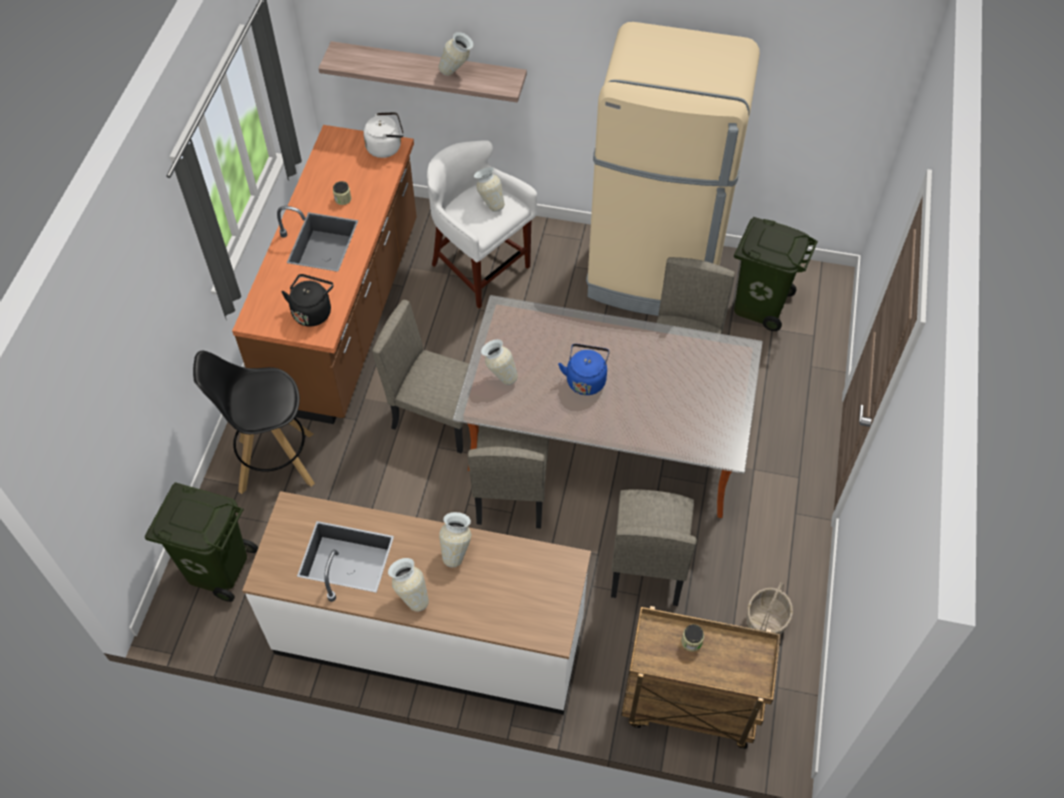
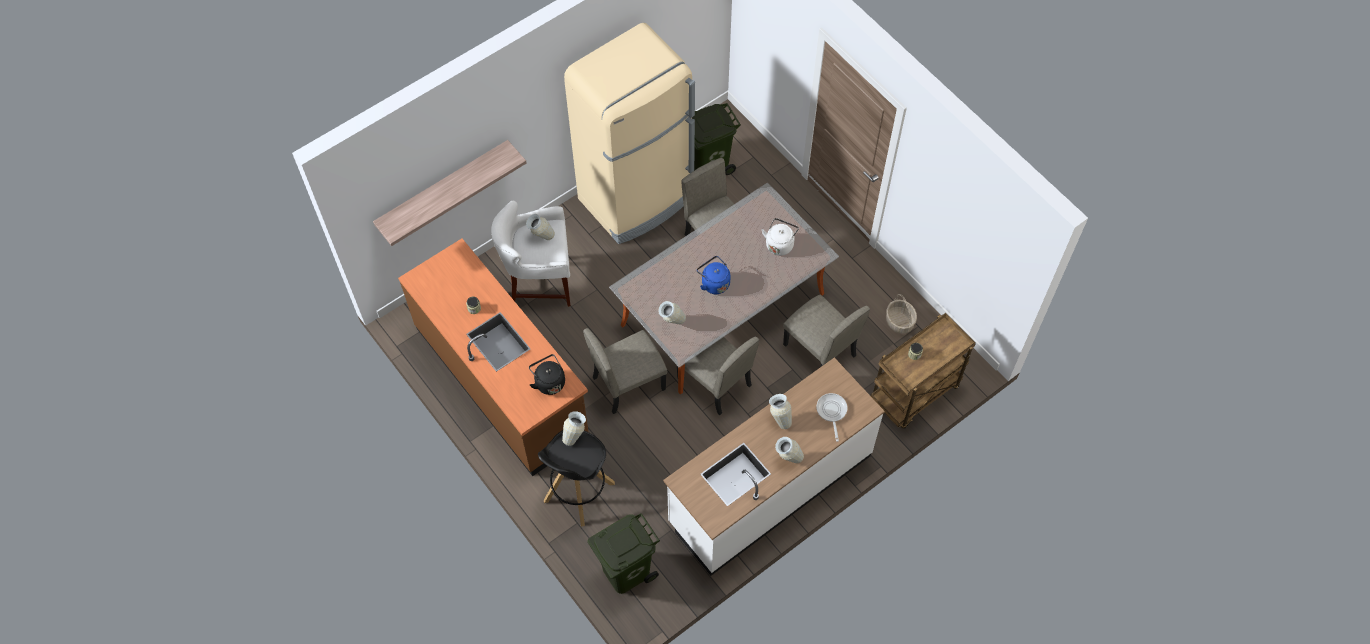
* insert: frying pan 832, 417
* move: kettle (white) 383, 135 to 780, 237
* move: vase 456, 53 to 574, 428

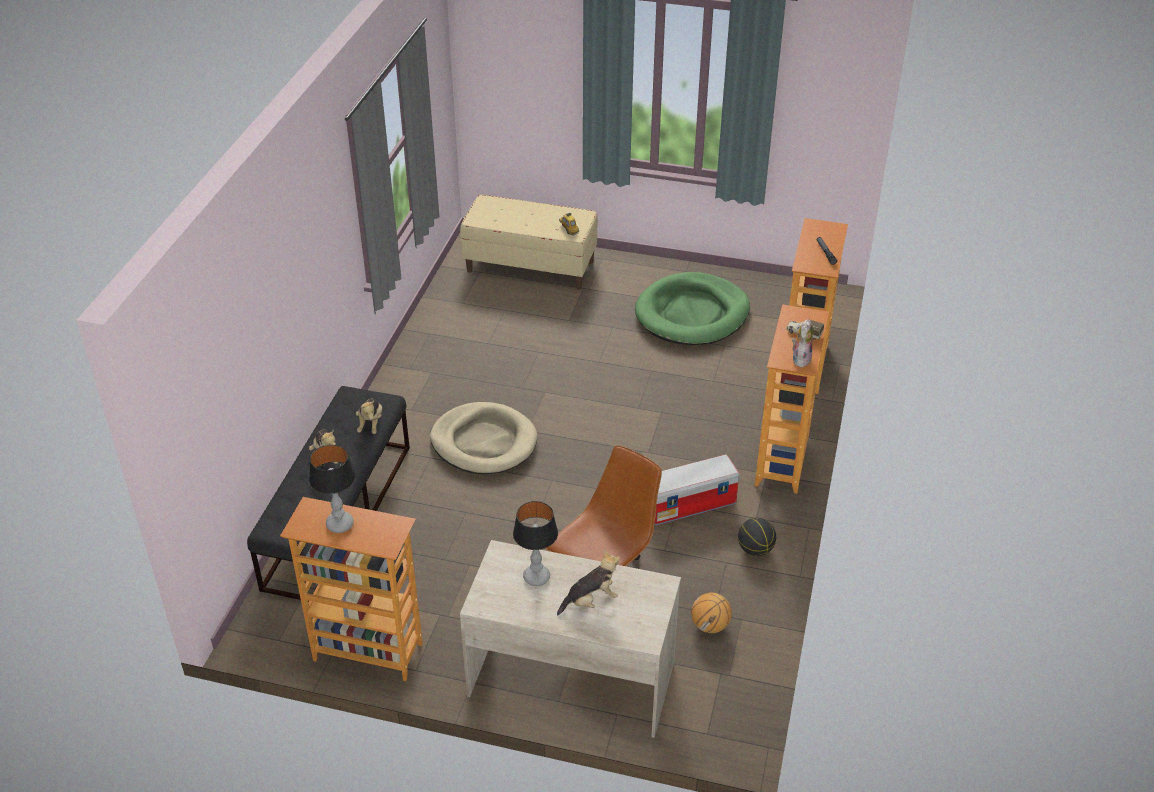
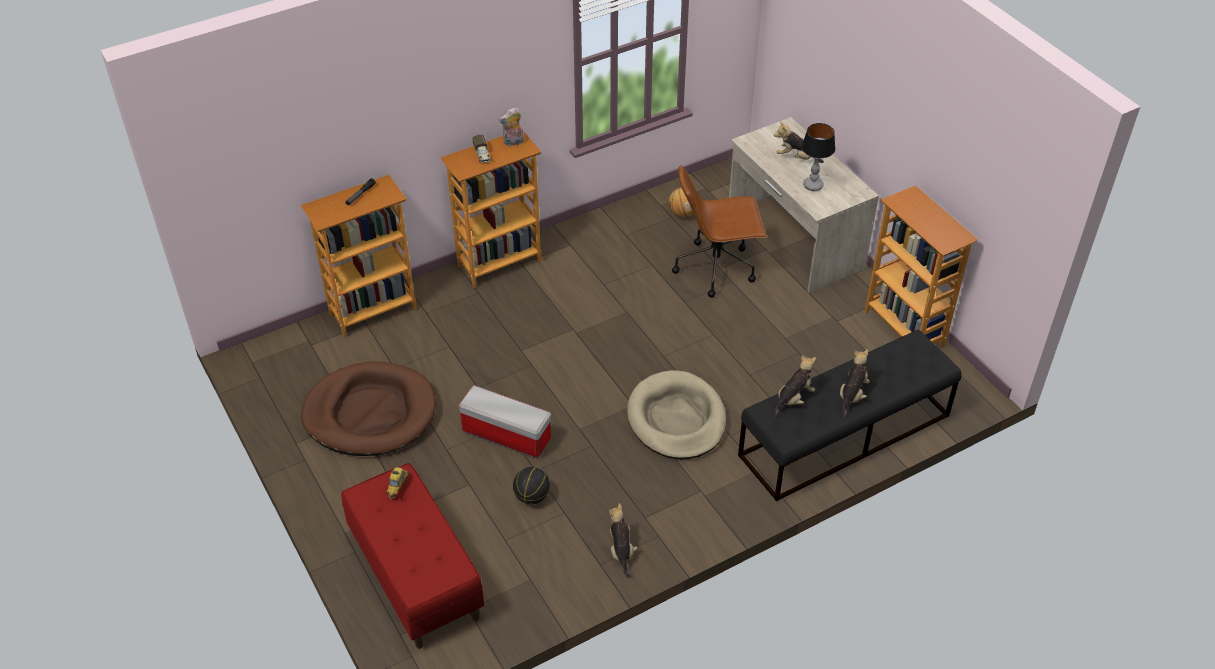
* delete: table lamp 332, 489
* insert: plush toy 623, 540
* move: storage box 697, 490 to 505, 422
* move: basketball 757, 537 to 531, 485
* recolor: bench (beige) 529, 242 to bench (red) 412, 556
* recolor: dog bed (green) 692, 308 to dog bed (brown) 368, 408

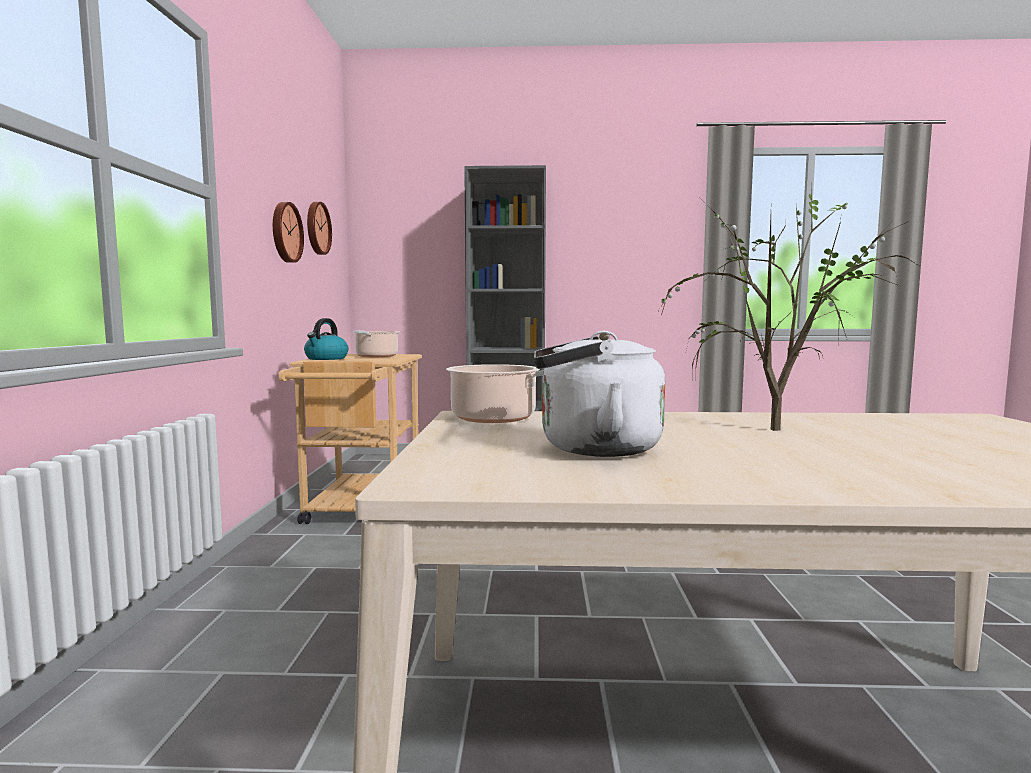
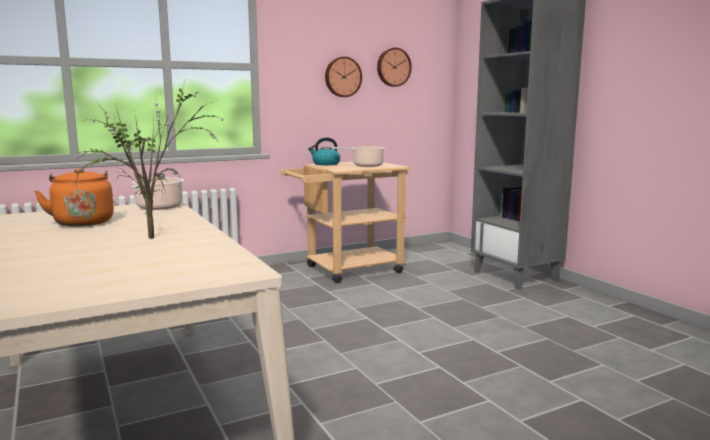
* recolor: kettle (white) 599, 394 to kettle (orange) 74, 197

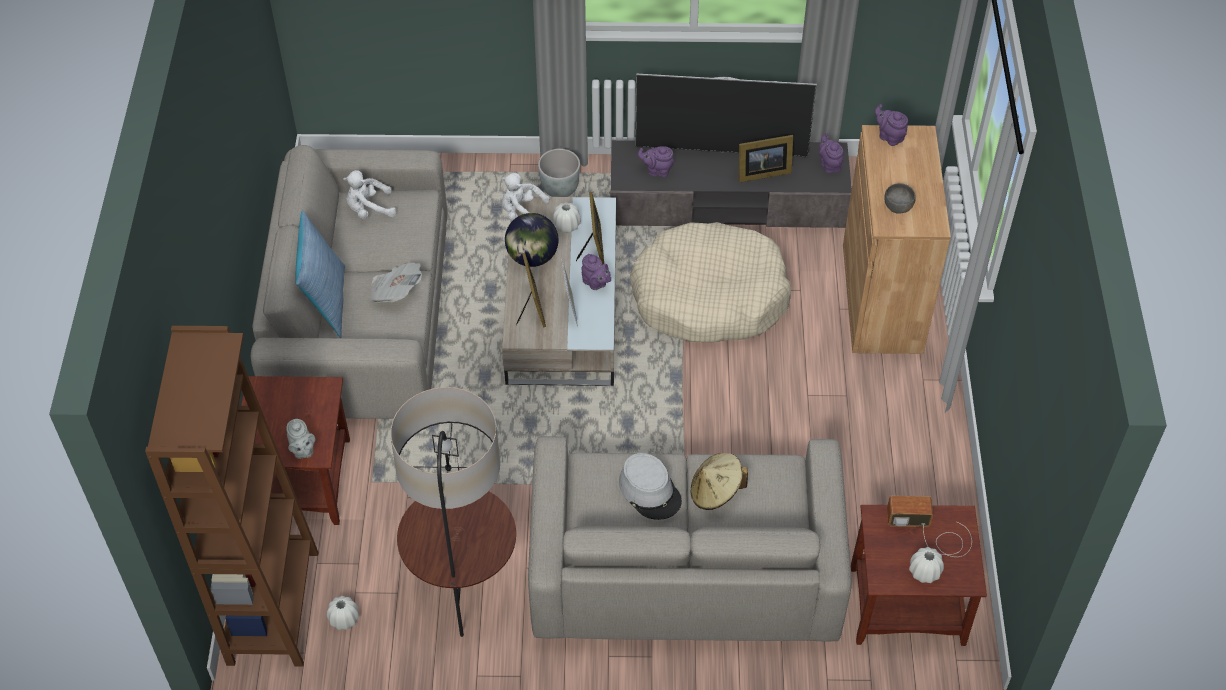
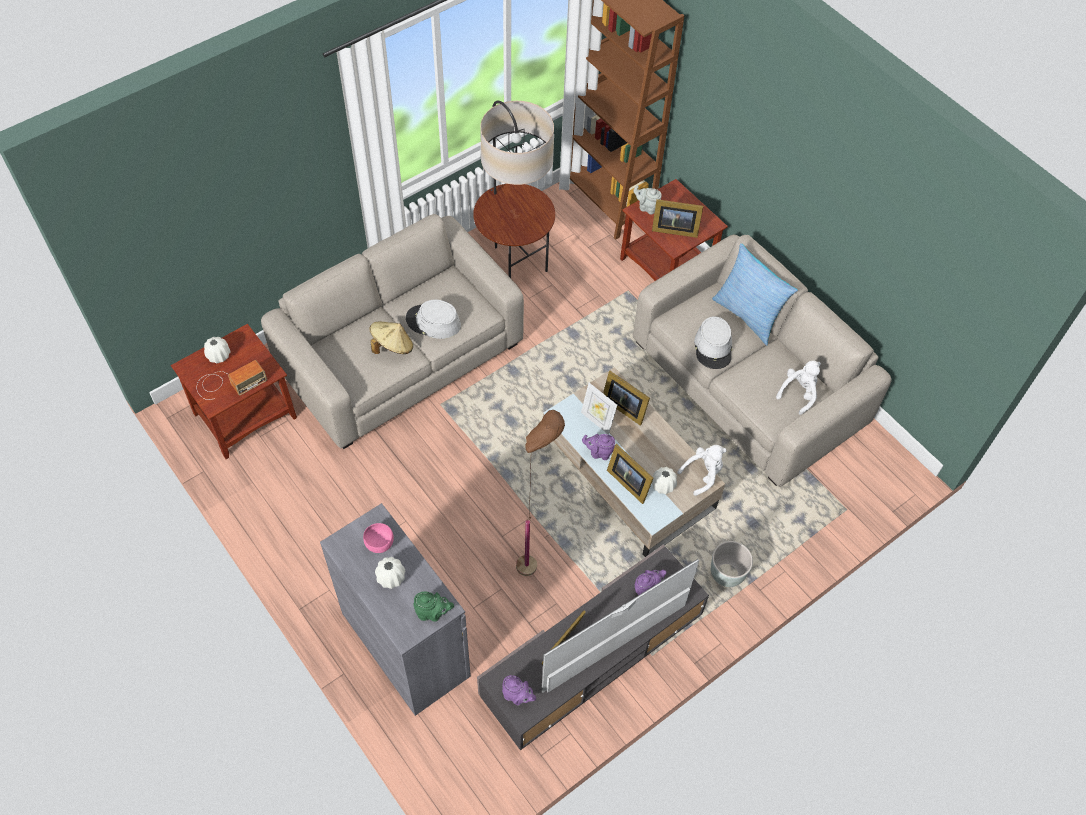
* delete: globe 532, 240
* insert: picture frame 677, 218
* move: vase (white) 343, 613 to 390, 573
* replace: newspaper 395, 282 to hat (grey) 713, 342
* replace: dog bed (beige) 710, 282 to floor lamp (brown) 540, 493
* recolor: cabinet (brown) 897, 239 to cabinet (grey) 395, 609
* recolor: teapot (purple) 891, 125 to teapot (green) 434, 607
* recolor: bowl (grey) 900, 198 to bowl (pink) 378, 538

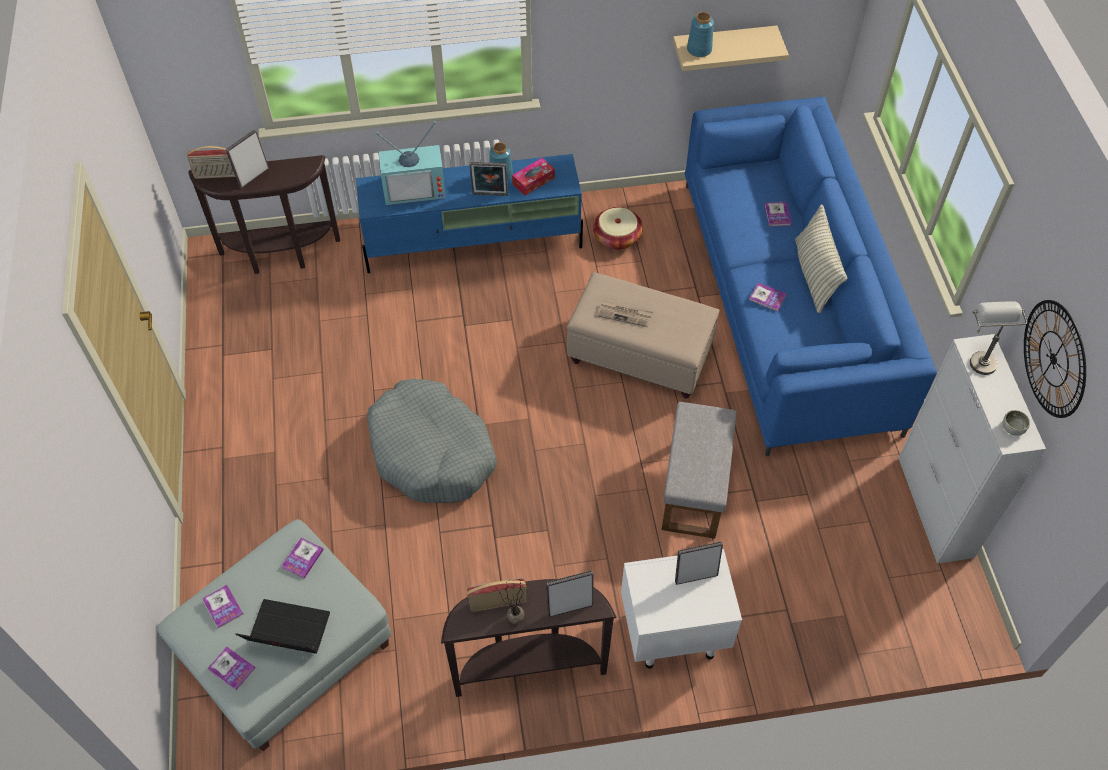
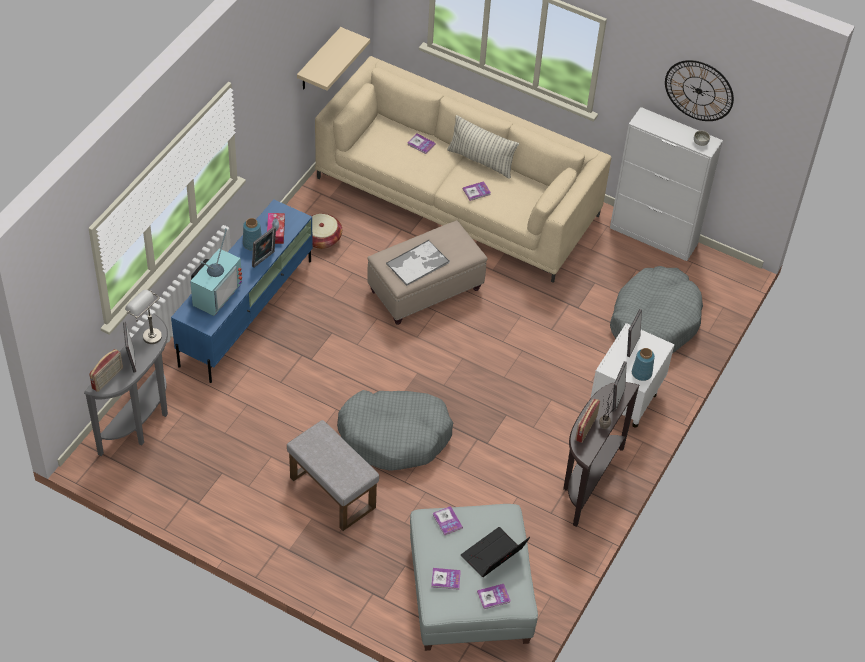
* insert: dog bed (grey) 656, 309
* move: ottoman (grey) 699, 470 to 333, 475
* move: vase (blue) 700, 34 to 643, 364
* move: table lamp (grey) 998, 338 to 143, 317
* replace: newspaper 624, 314 to tray 418, 263
* recolor: console table (brown) 264, 214 to console table (grey) 126, 385
* recolor: sofa (blue) 811, 276 to sofa (beige) 463, 169

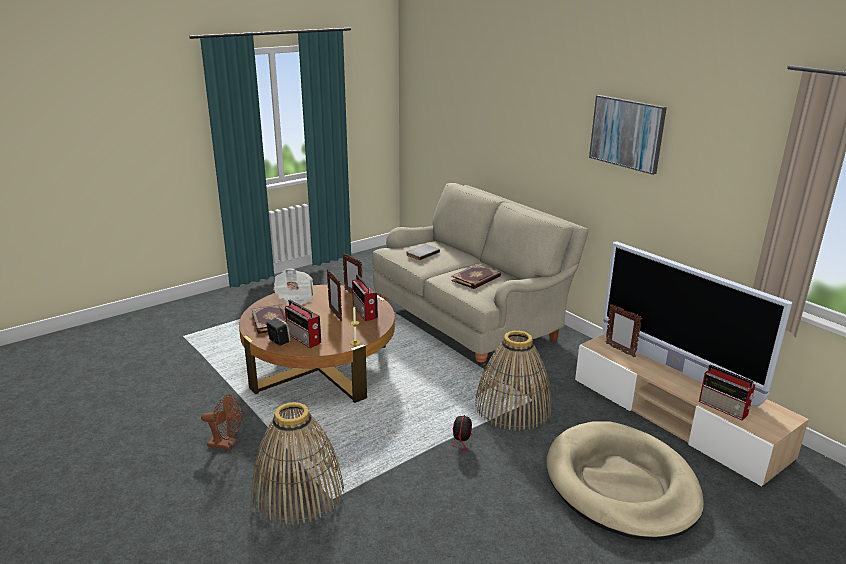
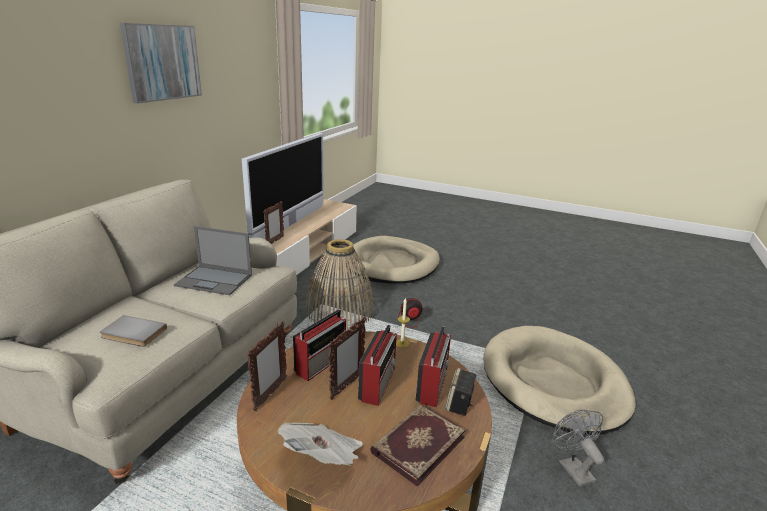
* move: radio 727, 392 to 377, 365
* replace: basket 298, 463 to dog bed (beige) 559, 380
* replace: book 476, 276 to laptop 213, 260
* recolor: fan (brown) 222, 422 to fan (grey) 578, 448

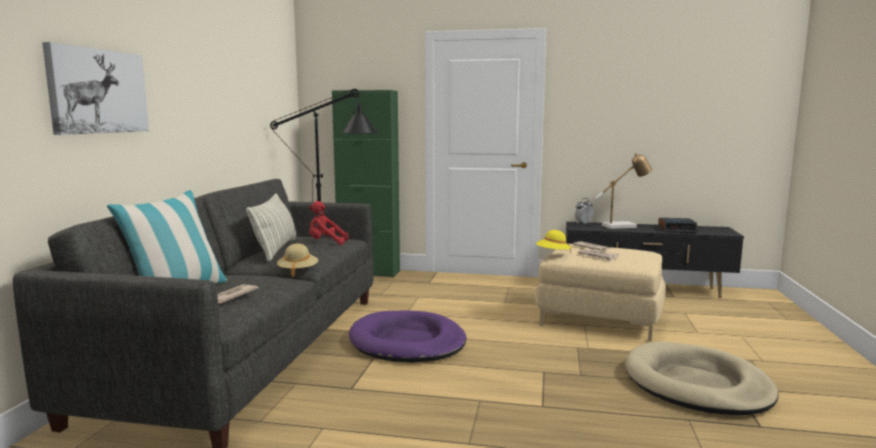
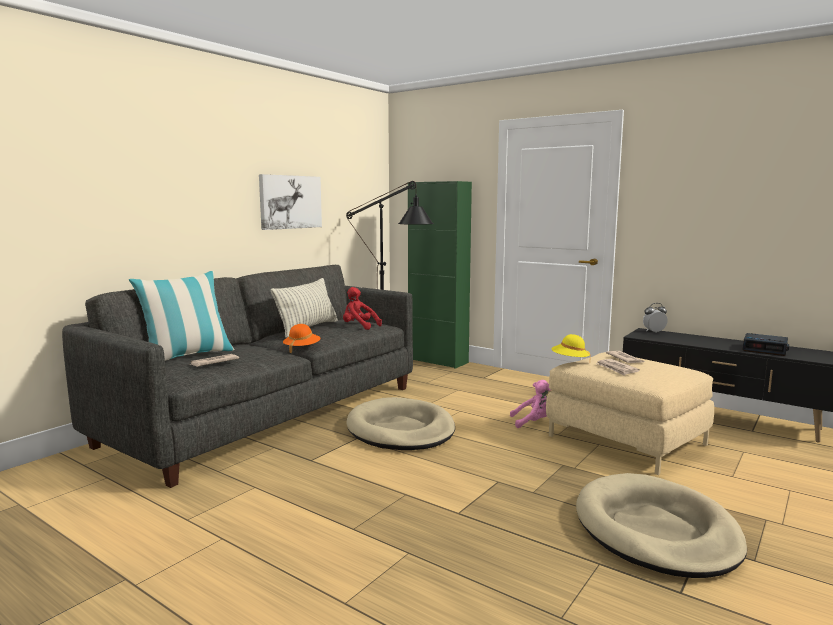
* delete: table lamp 623, 191
* insert: plush toy (pink) 530, 404
* move: picture 95, 88 to 290, 202
* recolor: hat (beige) 297, 260 to hat (orange) 302, 338
* recolor: dog bed (purple) 408, 336 to dog bed (beige) 400, 423

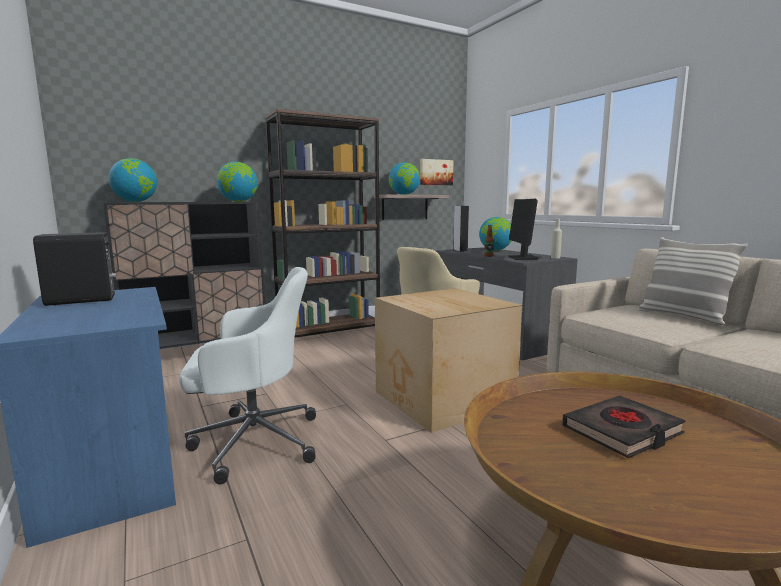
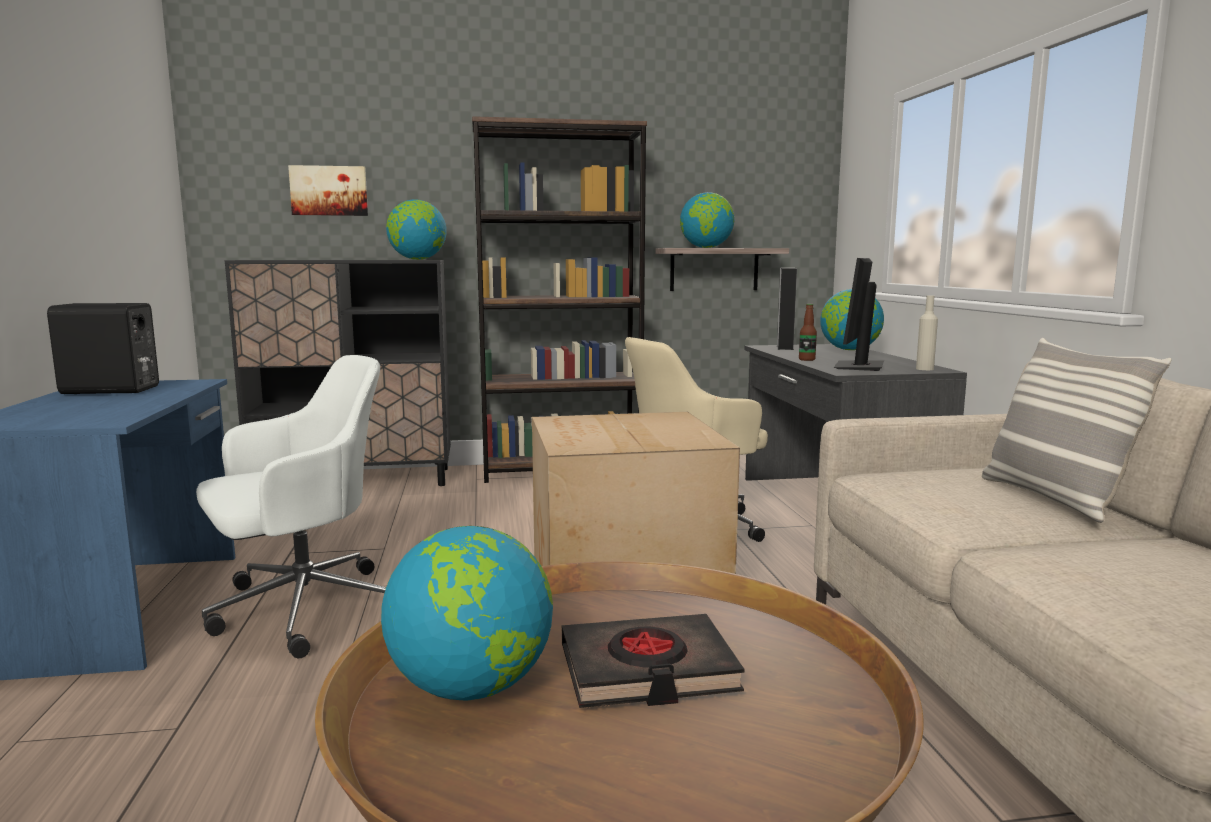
* move: globe 133, 180 to 467, 613
* move: picture 436, 172 to 328, 190
* rotate: office chair (white) 247, 376 = 291, 507 45 degrees counterclockwise

